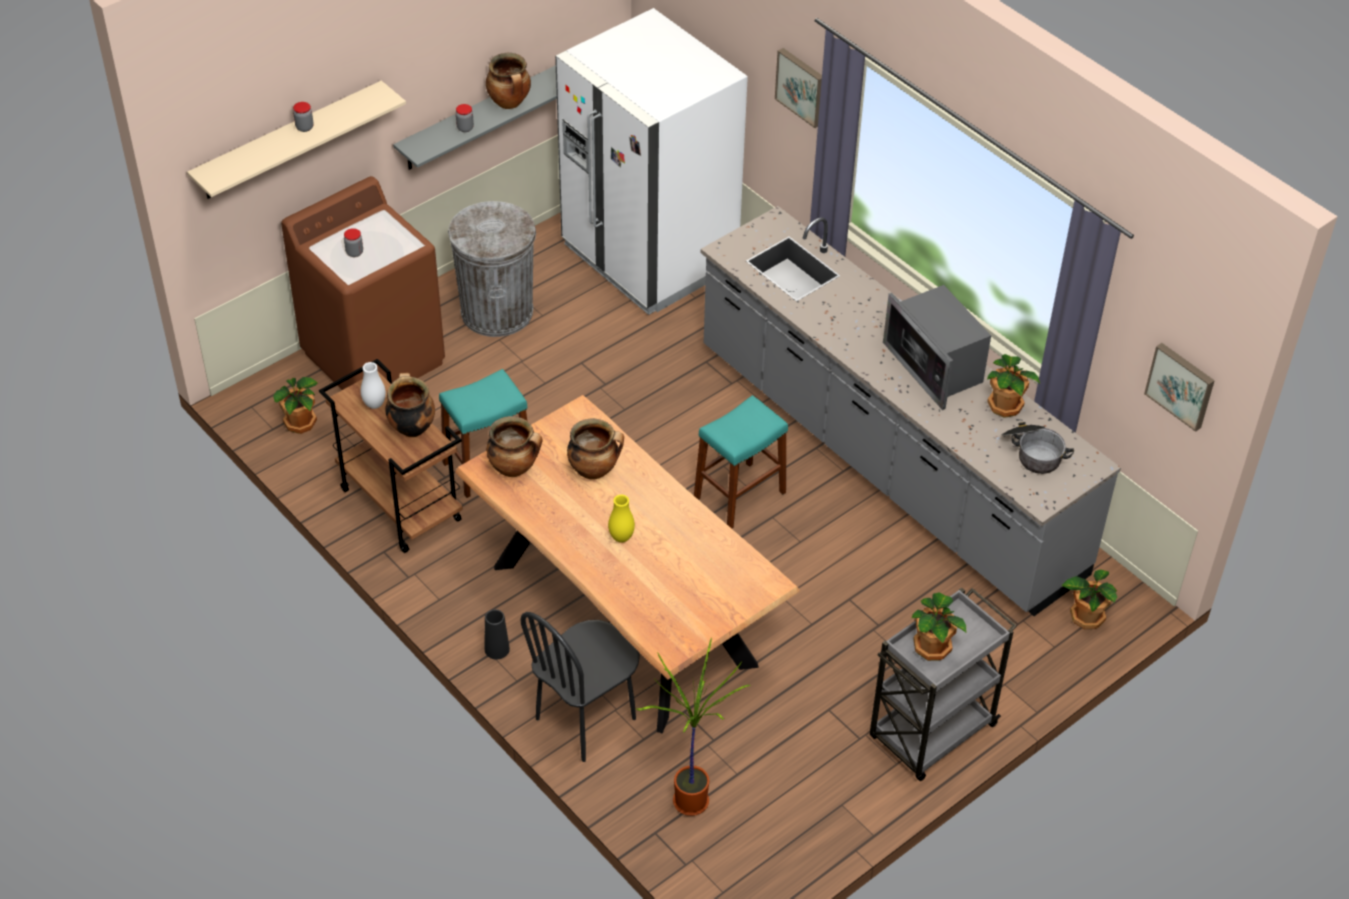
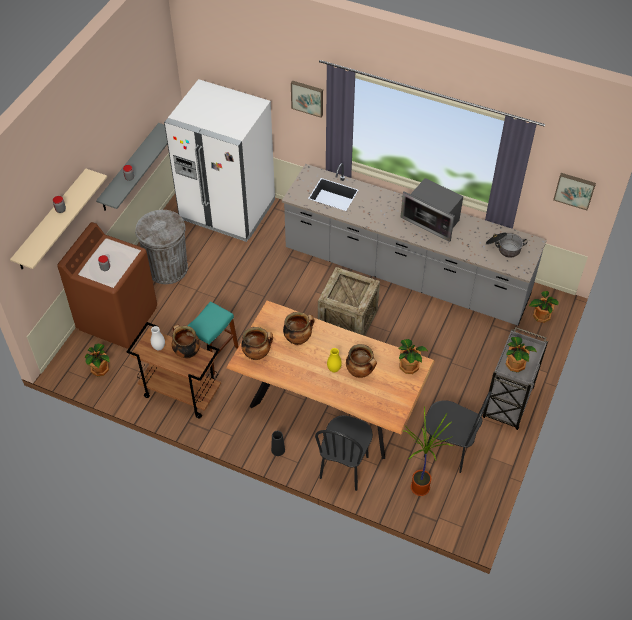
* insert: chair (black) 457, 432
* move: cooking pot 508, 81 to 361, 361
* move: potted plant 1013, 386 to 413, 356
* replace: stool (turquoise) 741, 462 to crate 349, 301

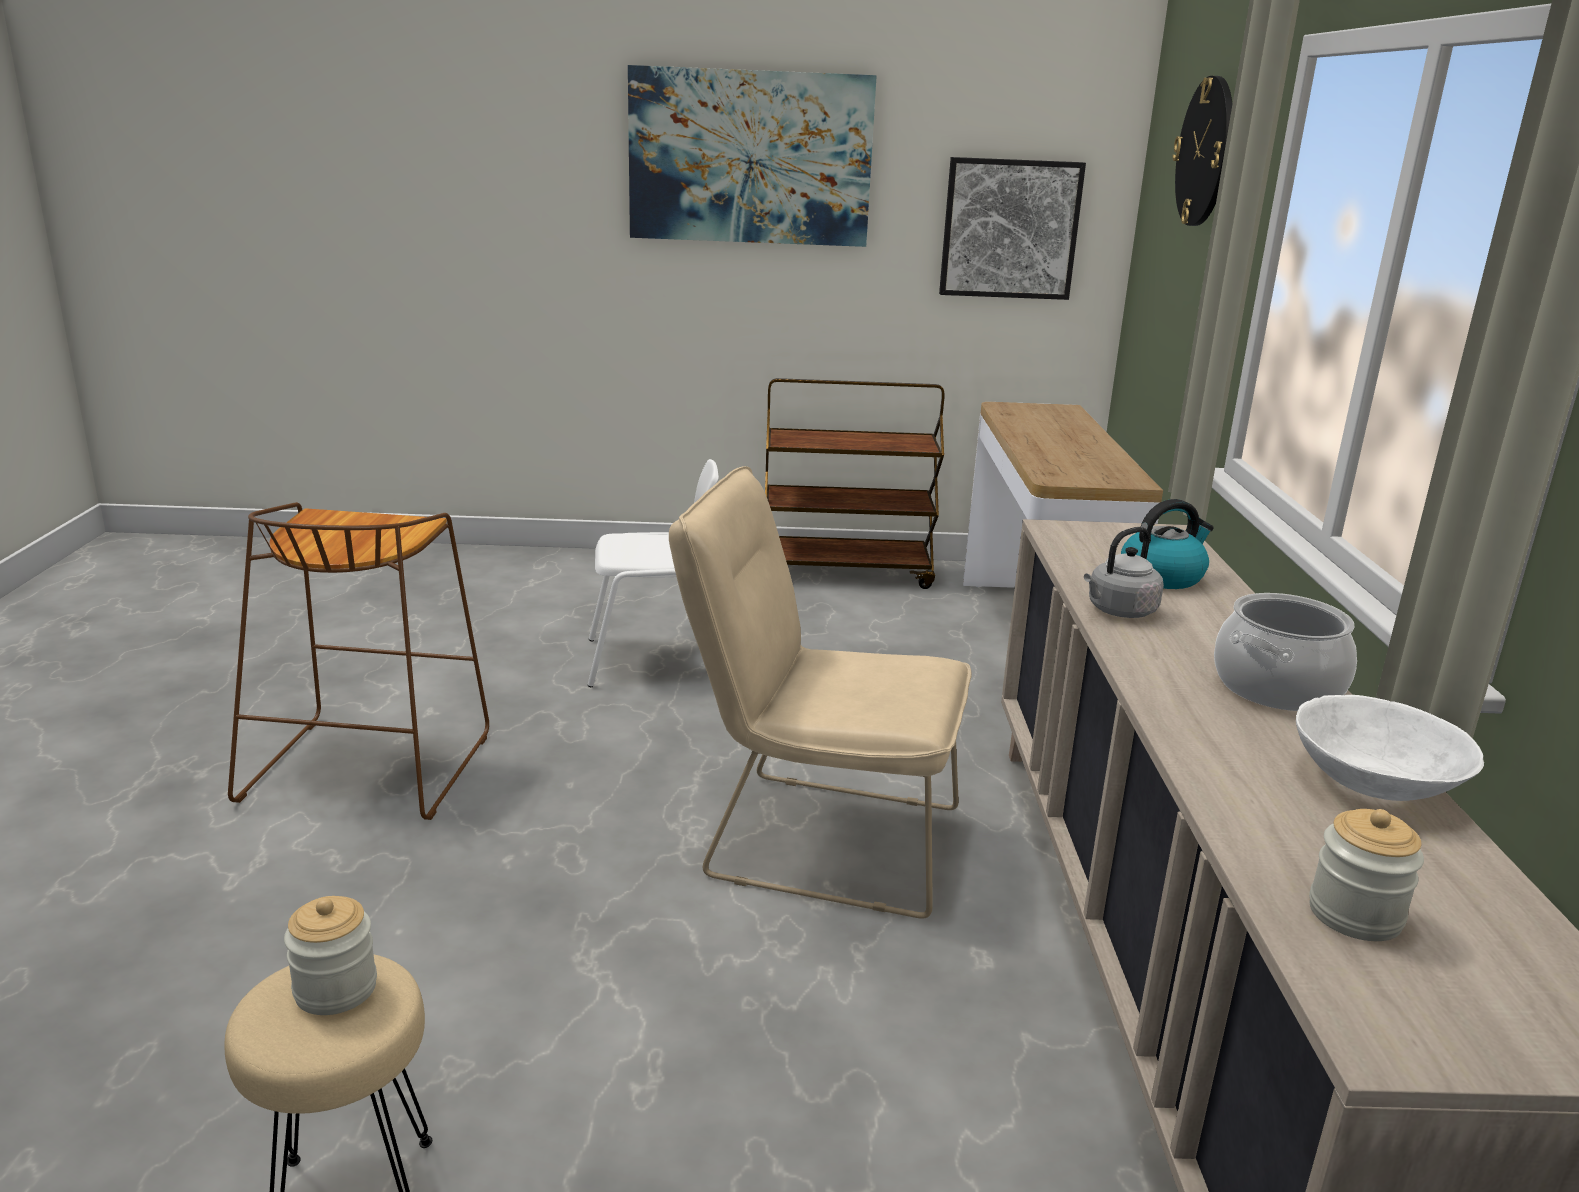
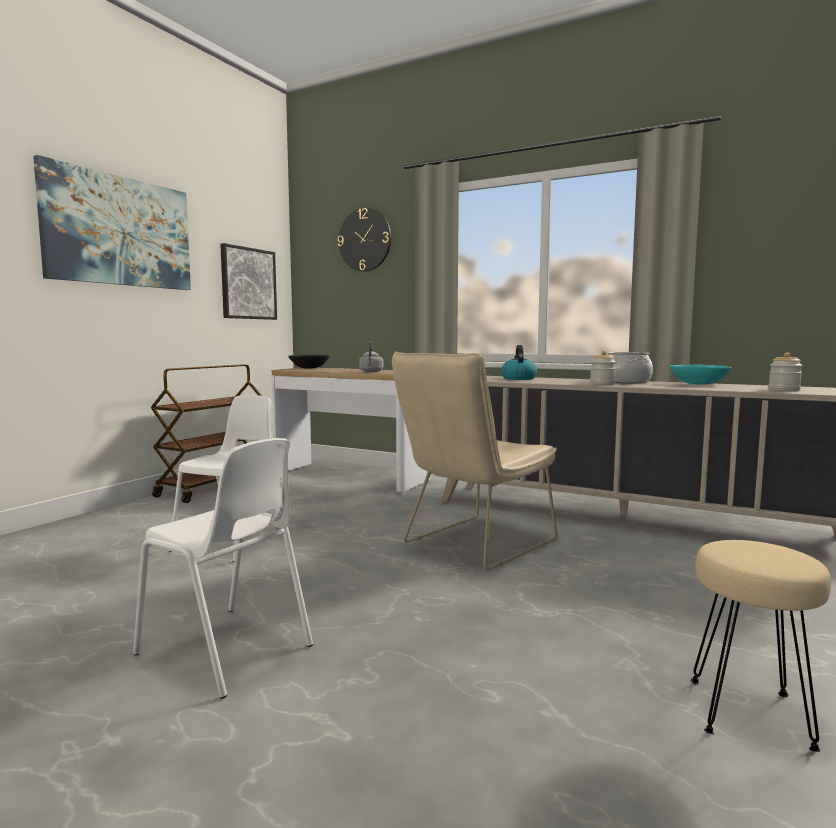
* insert: bowl (black) 309, 362
* move: jar 330, 955 to 603, 368
* move: kettle (grey) 1124, 572 to 371, 357
* replace: stool (brown) 358, 661 to chair (white) 223, 568
* recolor: bowl (white) 1390, 748 to bowl (turquoise) 701, 374

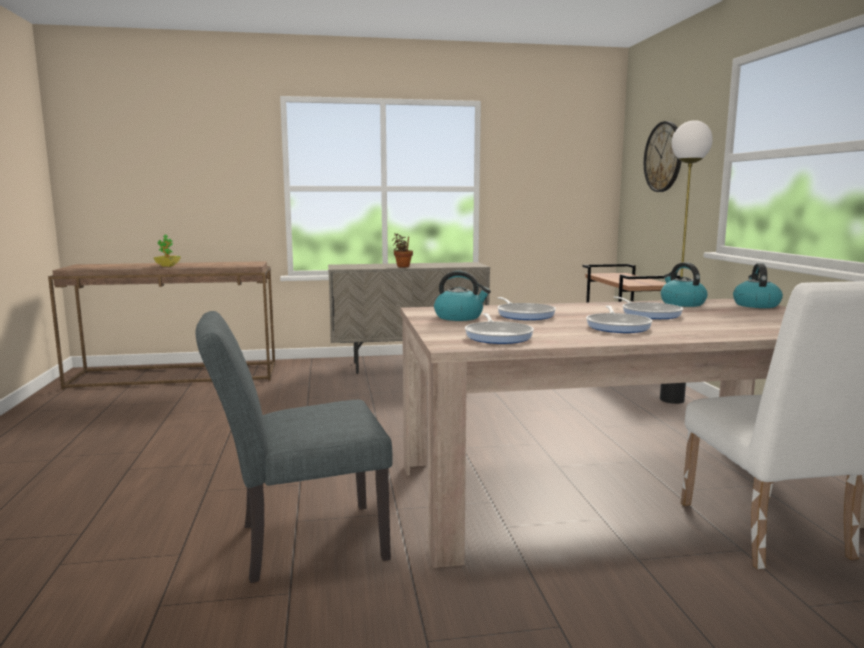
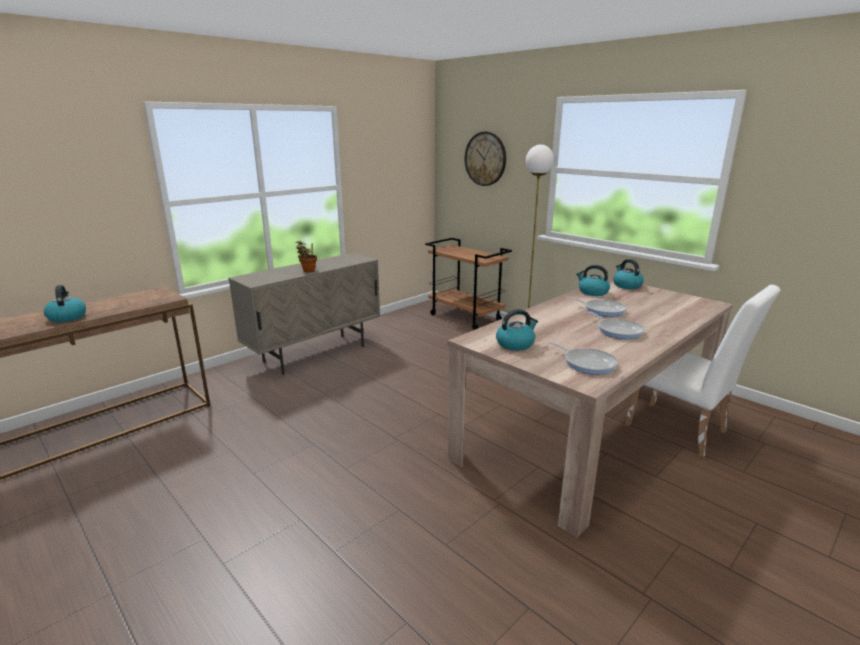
* delete: chair (grey) 294, 447
* delete: frying pan 526, 308
* replace: potted plant 167, 250 to kettle 65, 303

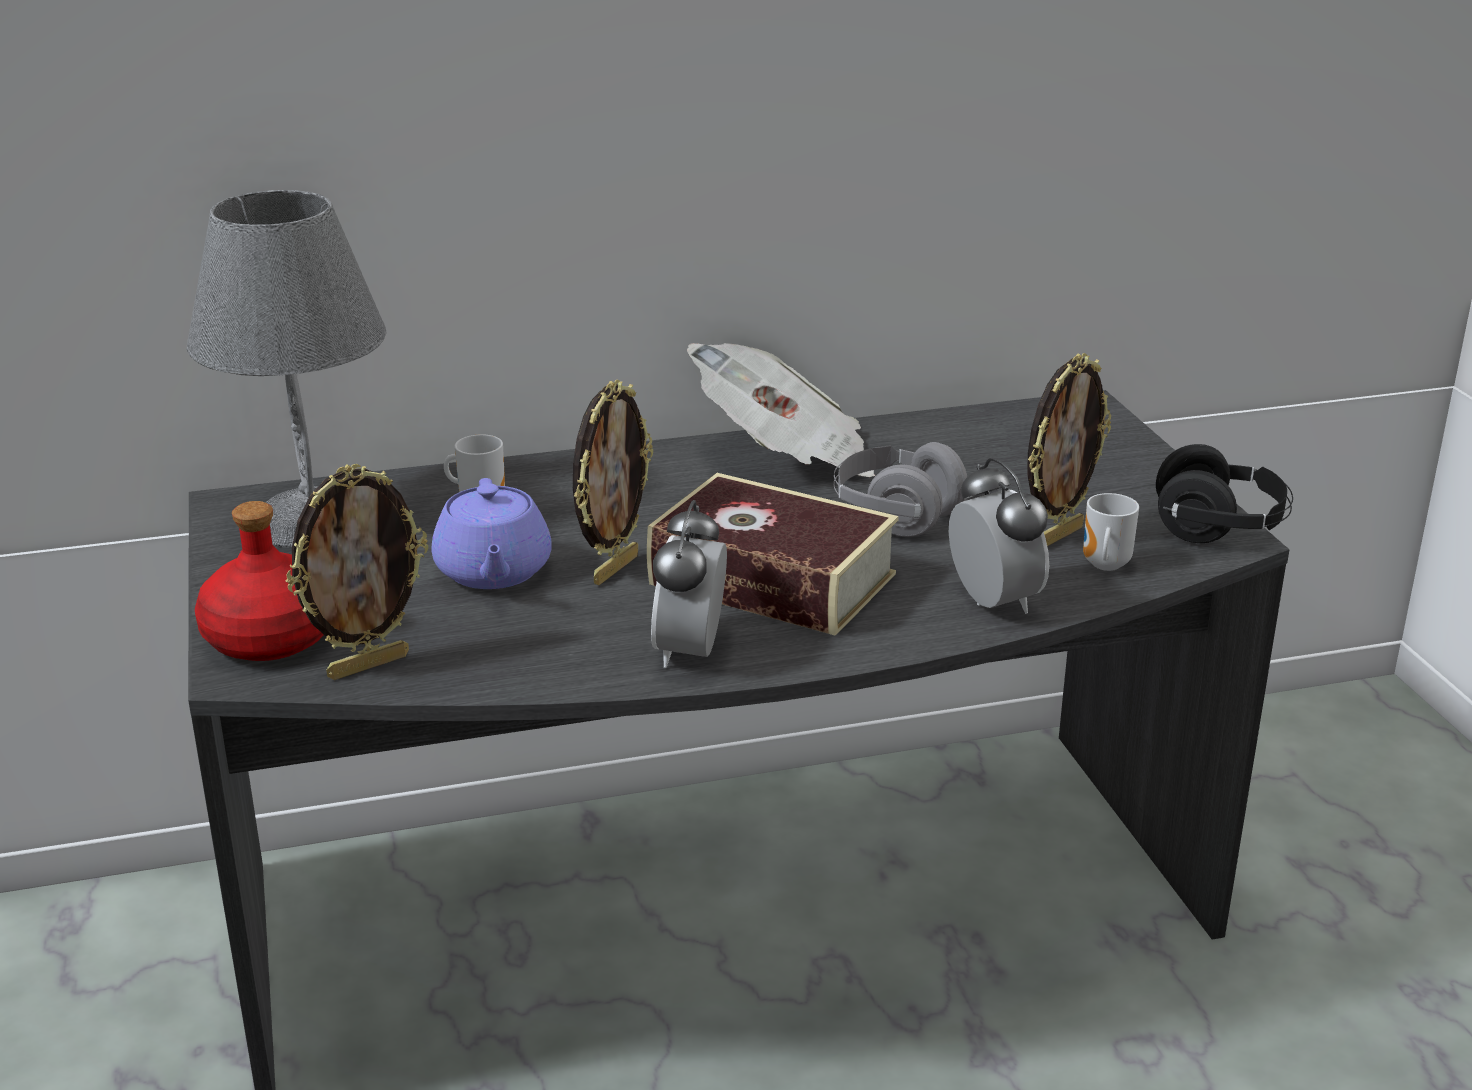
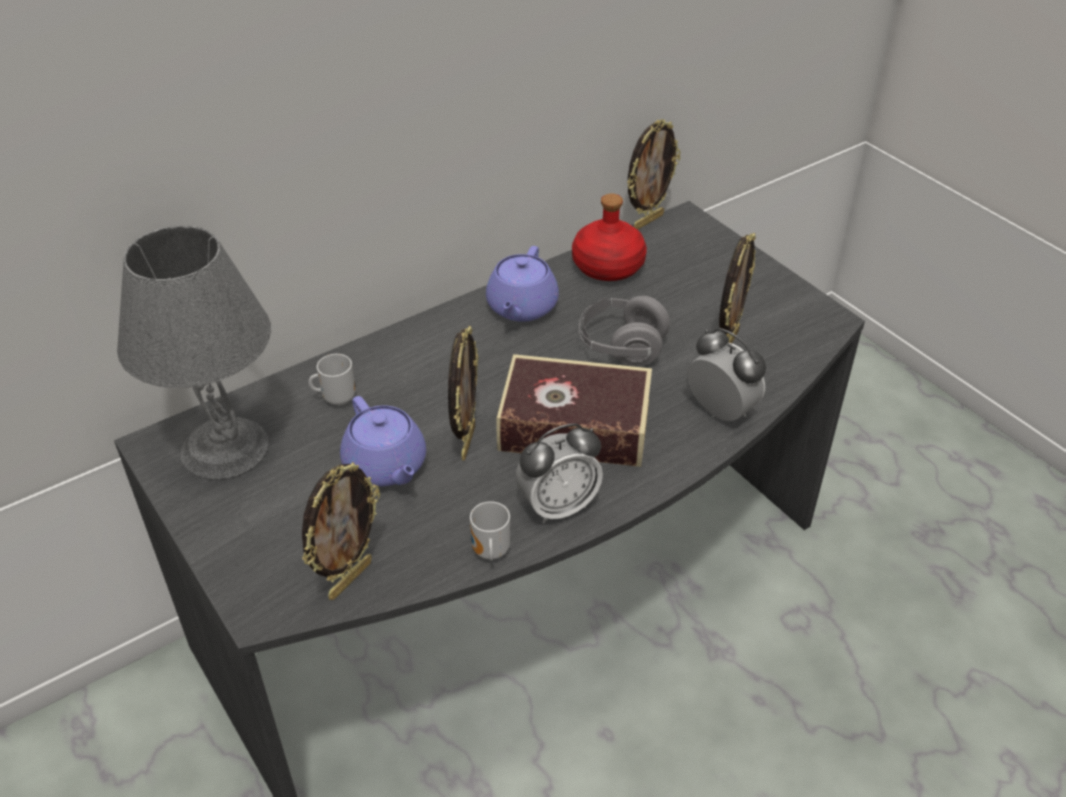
* delete: headphones (black) 1224, 493
* insert: picture frame 654, 174
* move: bottle (red) 259, 581 to 609, 237
* move: mug 1111, 532 to 490, 531
* replace: newspaper 781, 410 to teapot (purple) 522, 284
* rotate: alarm clock 689, 584 = 559, 473 105 degrees counterclockwise

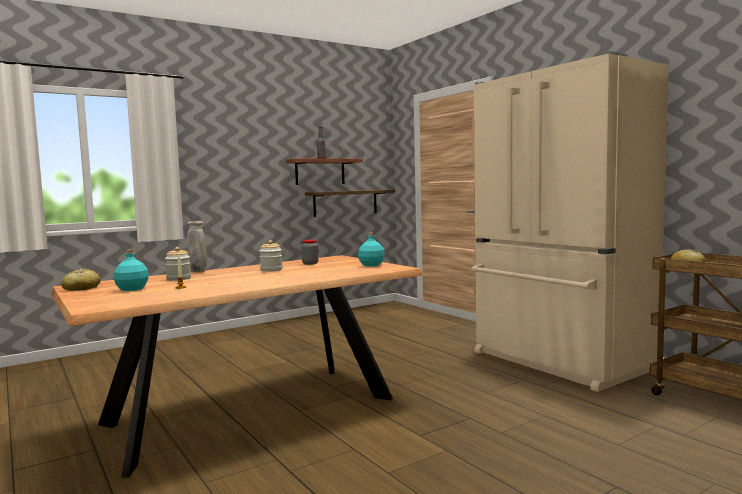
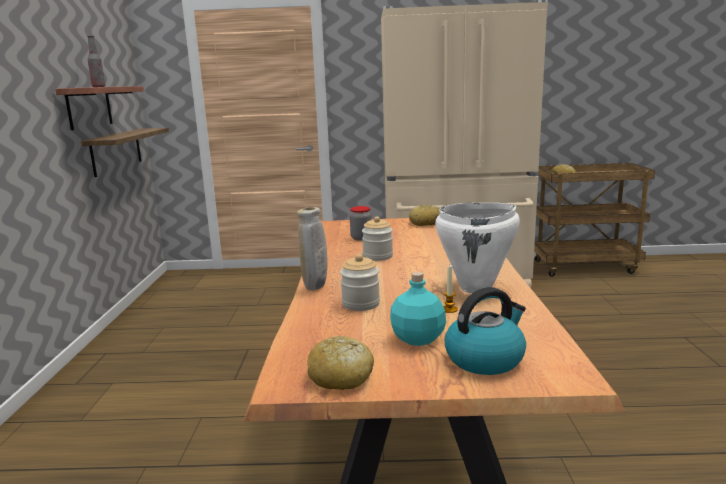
* insert: cooking pot (white) 477, 248
* insert: kettle 485, 331
* replace: bottle (turquoise) 371, 249 to bread 424, 215

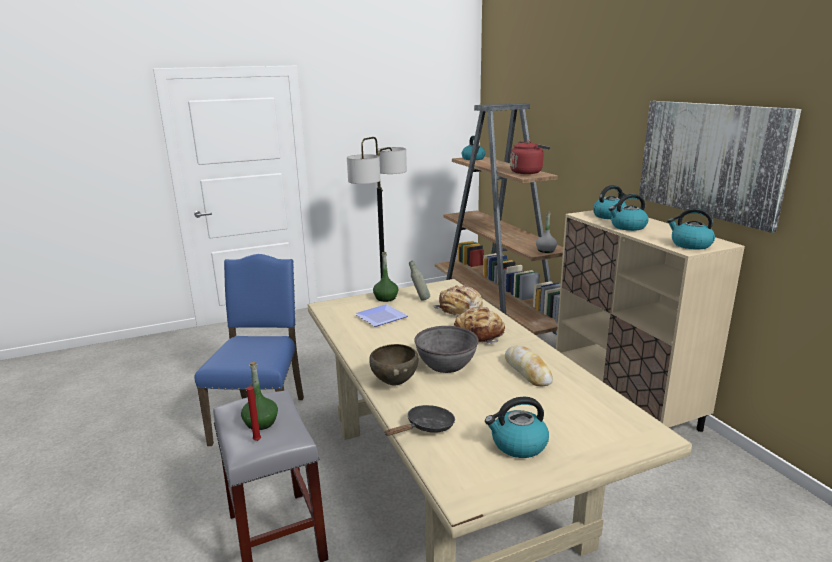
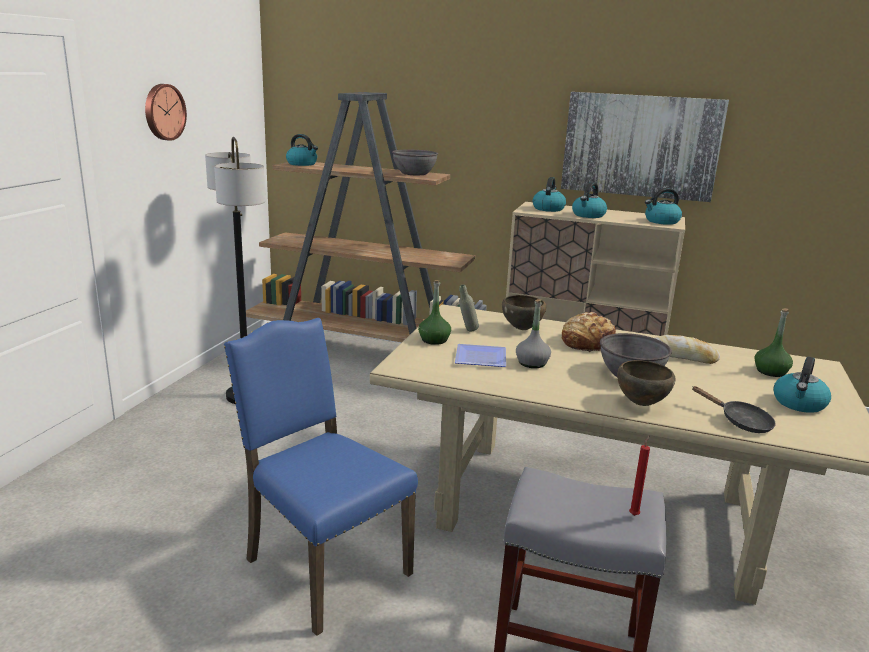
* insert: wall clock 166, 112
* move: bottle (green) 259, 395 to 774, 342
* move: bottle (grey) 546, 232 to 533, 333
* replace: bread 457, 300 to bowl (brown) 524, 312
* replace: kettle (red) 530, 157 to bowl (grey) 415, 162
* rotate: frying pan (black) 419, 420 = 734, 409 135 degrees clockwise

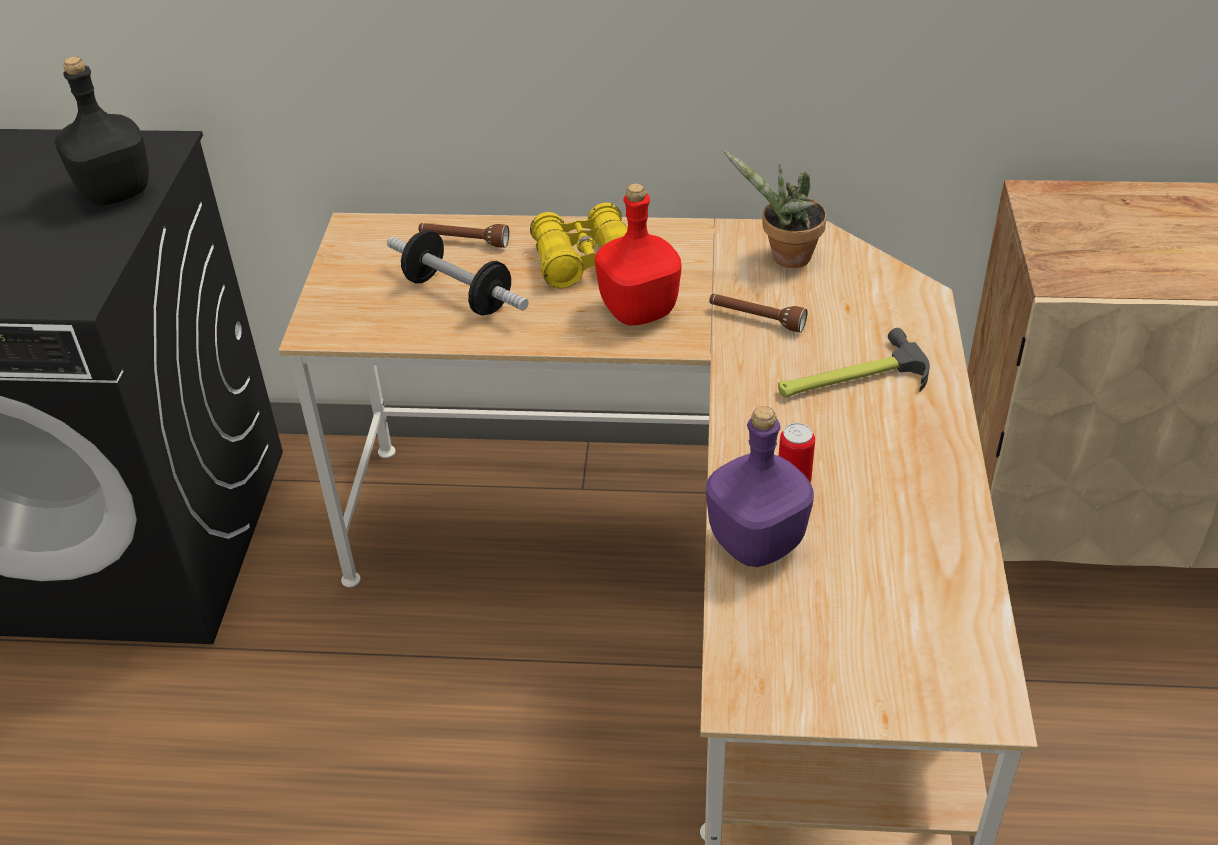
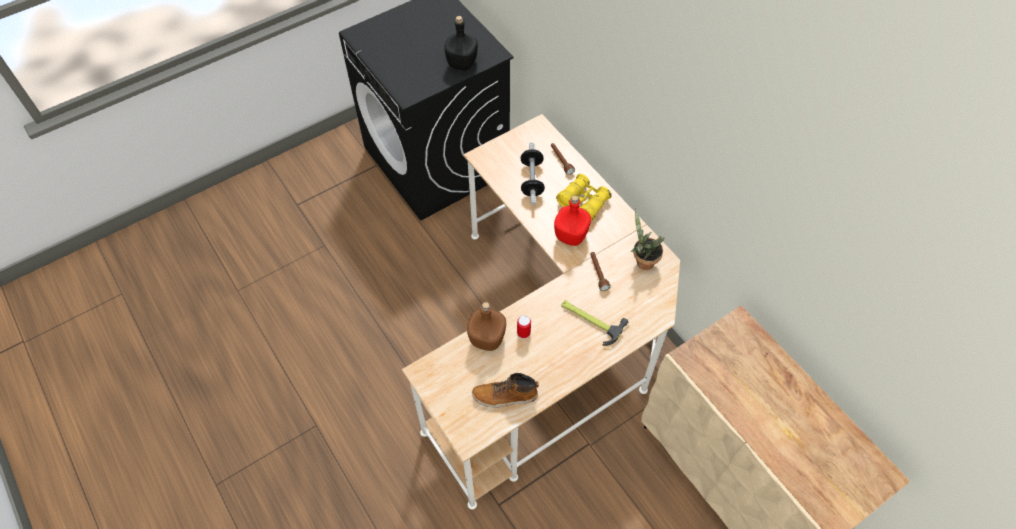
* insert: boot 505, 390
* recolor: bottle (purple) 760, 486 to bottle (brown) 486, 326

